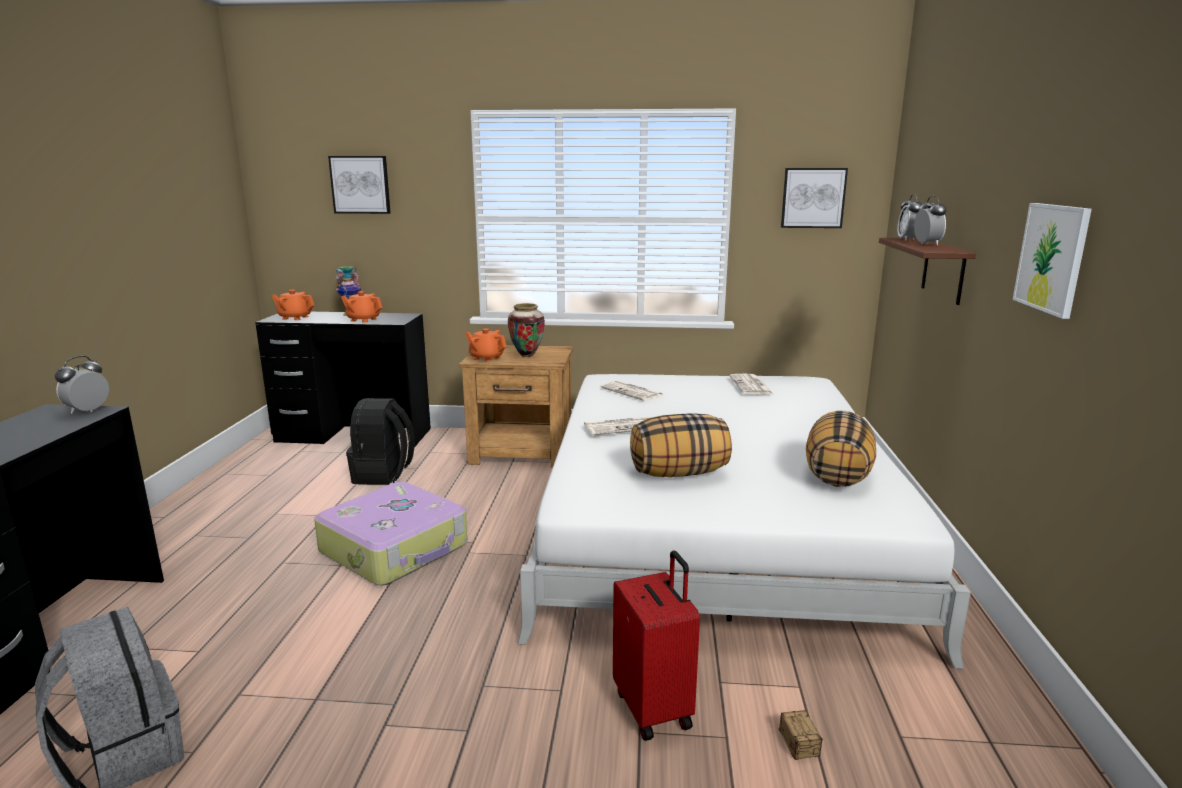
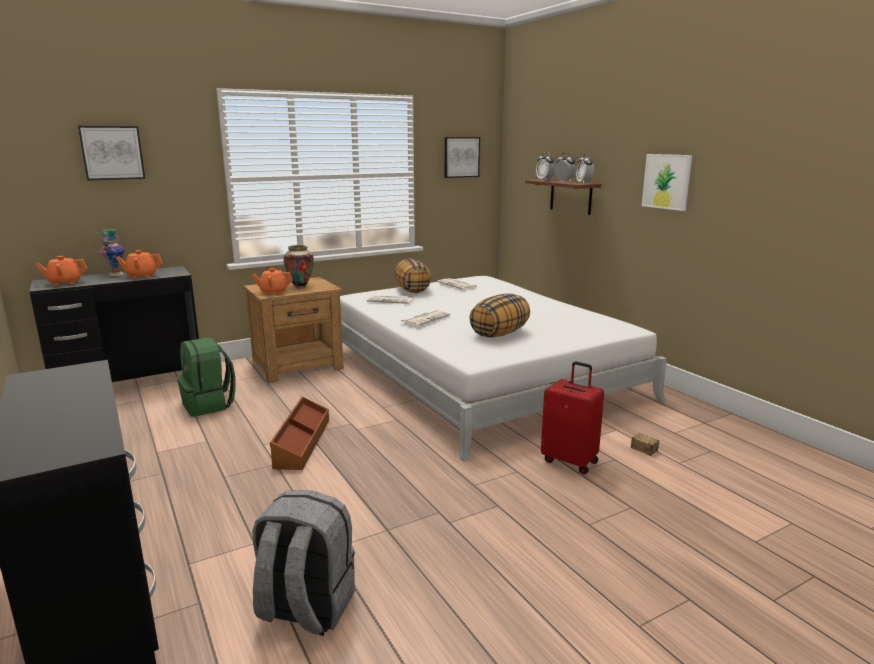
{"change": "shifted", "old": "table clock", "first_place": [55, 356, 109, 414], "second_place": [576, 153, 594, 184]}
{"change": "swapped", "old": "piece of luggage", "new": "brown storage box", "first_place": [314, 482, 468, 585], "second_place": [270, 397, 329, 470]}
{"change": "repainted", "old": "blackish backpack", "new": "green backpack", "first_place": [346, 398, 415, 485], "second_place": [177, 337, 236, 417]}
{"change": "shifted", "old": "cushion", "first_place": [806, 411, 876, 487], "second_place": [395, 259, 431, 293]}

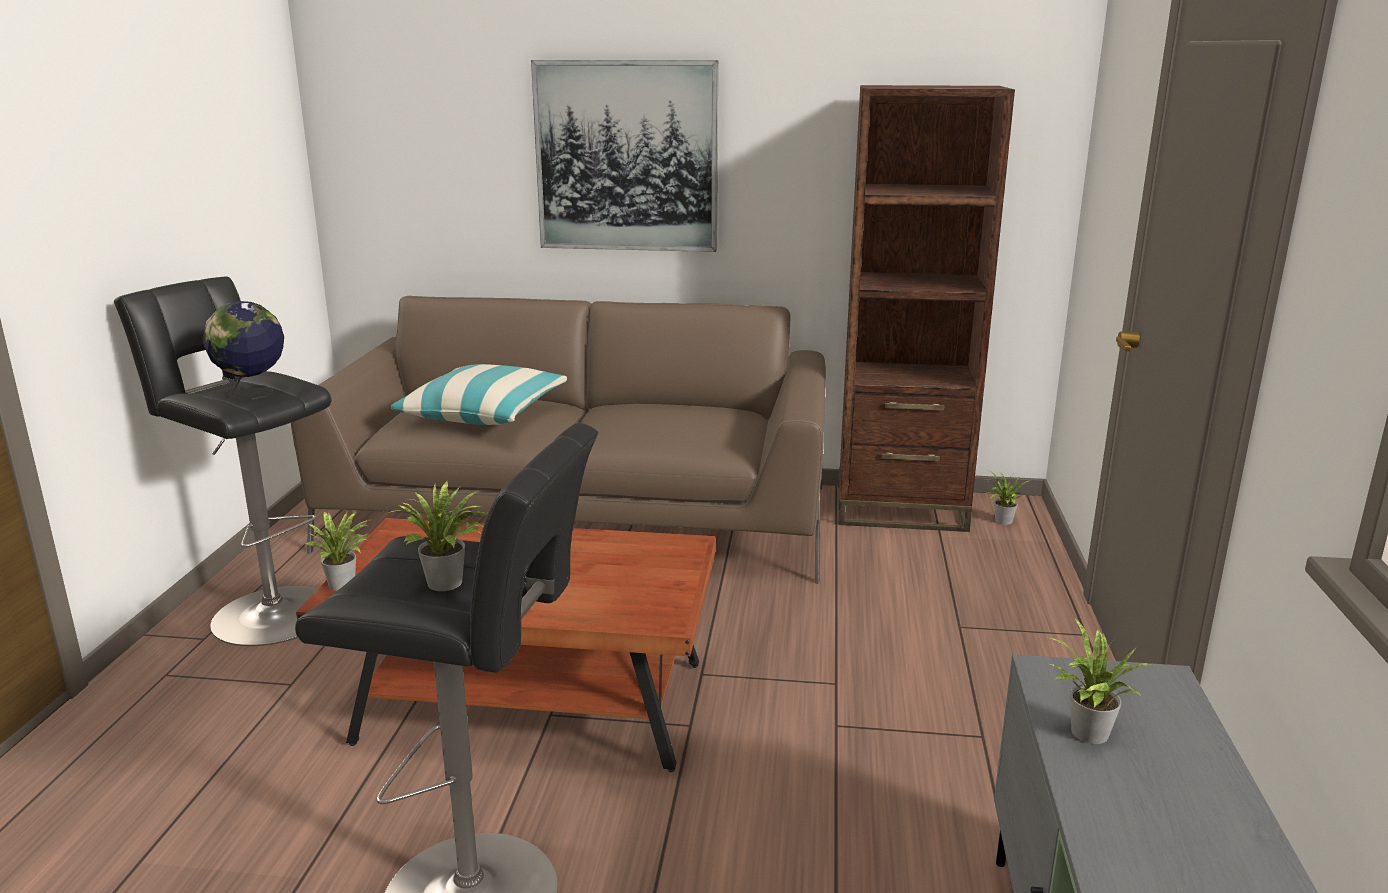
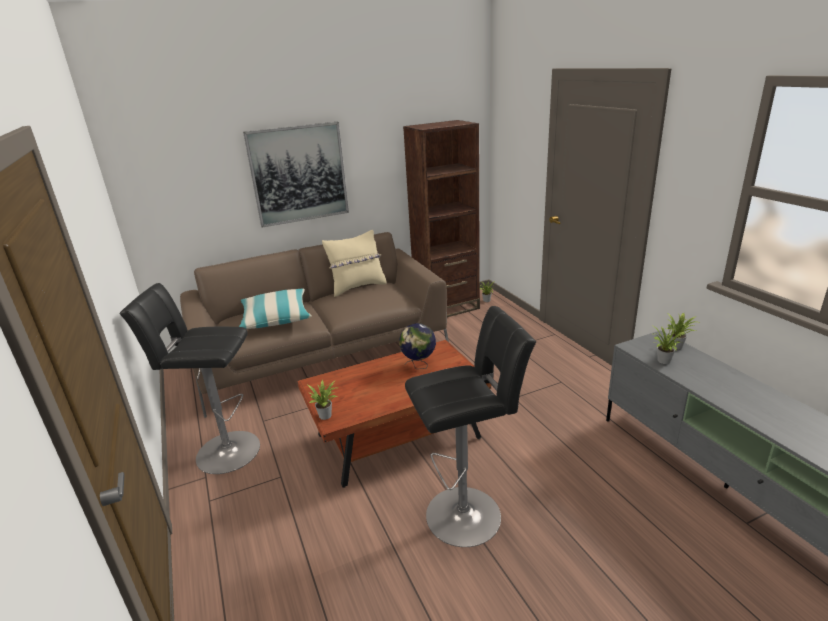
{"change": "shifted", "old": "desk globe", "first_place": [203, 301, 284, 400], "second_place": [399, 323, 436, 369]}
{"change": "shifted", "old": "potted plant", "first_place": [388, 480, 487, 591], "second_place": [666, 312, 701, 350]}
{"change": "new", "new": "beige-coloured cushion", "second_place": [322, 230, 386, 297]}

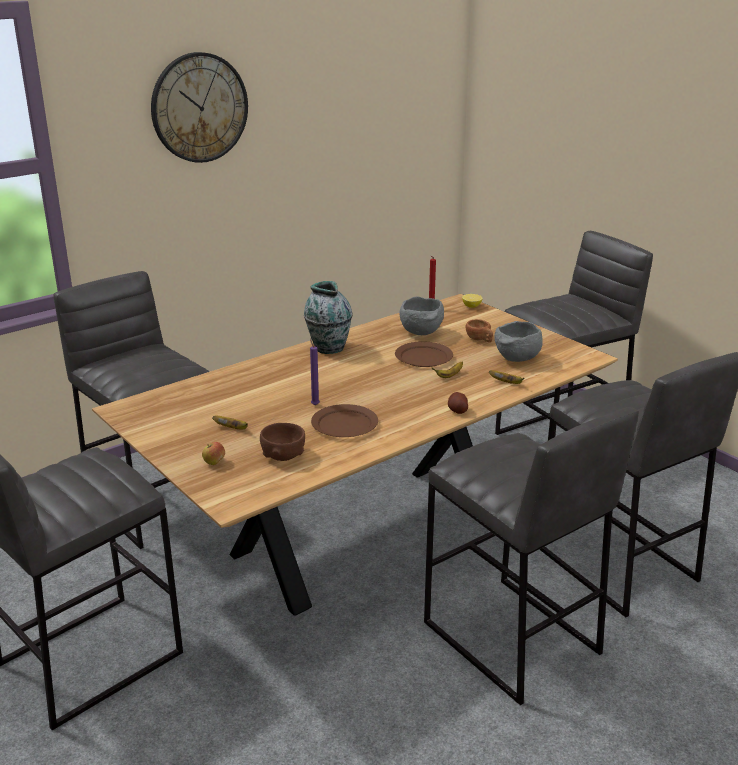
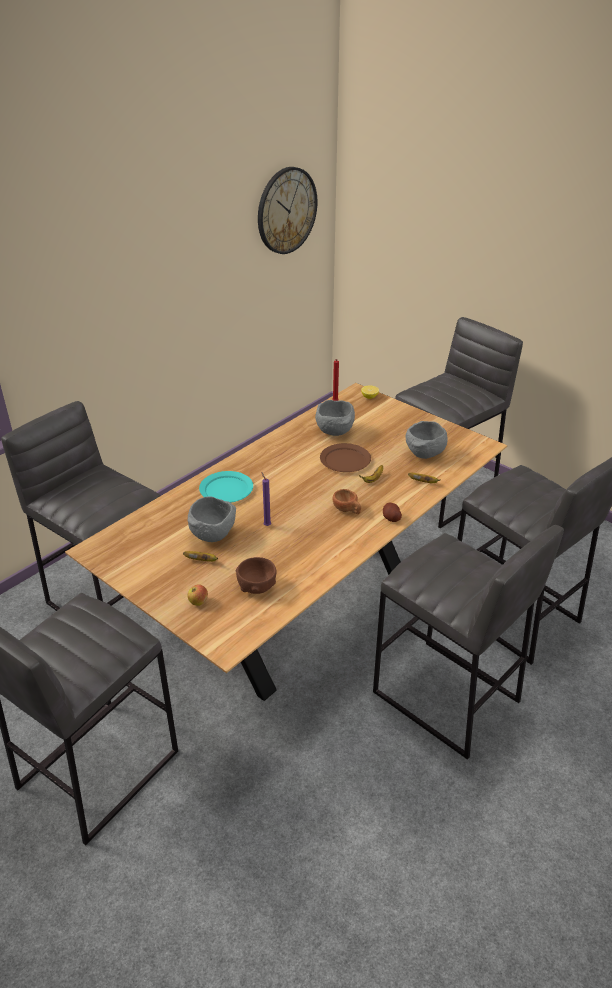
{"change": "shifted", "old": "hanging clock", "first_place": [151, 52, 248, 163], "second_place": [258, 167, 317, 254]}
{"change": "gone", "old": "decorative vase", "first_place": [304, 281, 352, 354]}
{"change": "gone", "old": "brown dinner plate", "first_place": [311, 404, 378, 437]}
{"change": "shifted", "old": "brown drinking cup", "first_place": [466, 319, 493, 342], "second_place": [332, 489, 361, 514]}
{"change": "new", "new": "gray serving bowl", "second_place": [187, 496, 236, 542]}
{"change": "new", "new": "turquoise dinner plate", "second_place": [199, 471, 253, 503]}

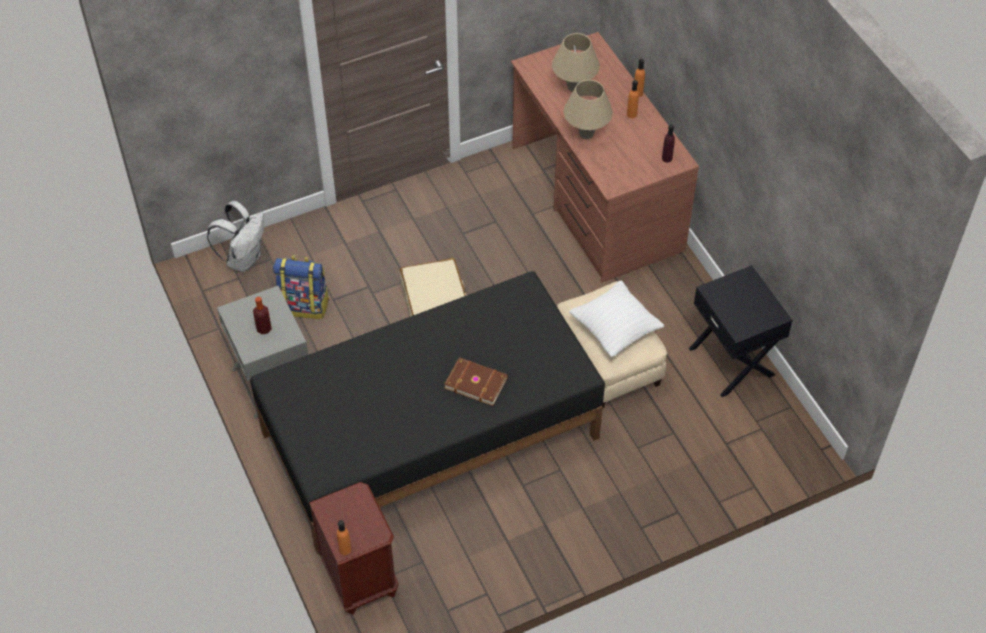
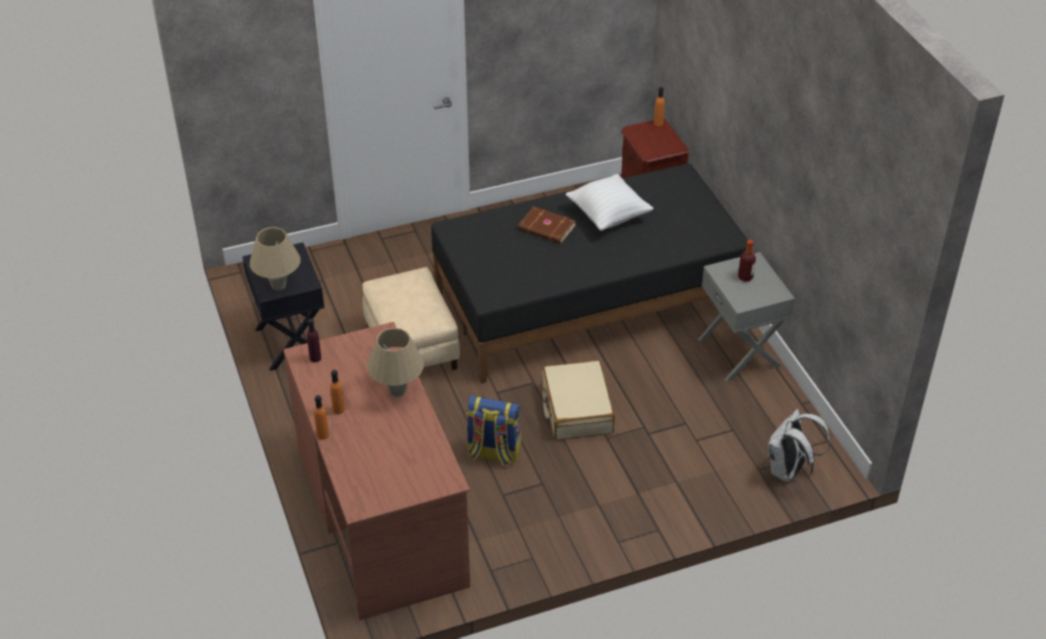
{"change": "shifted", "old": "backpack", "first_place": [273, 255, 329, 319], "second_place": [467, 396, 521, 465]}
{"change": "shifted", "old": "beige-coloured tabletop lamp", "first_place": [552, 33, 600, 92], "second_place": [250, 227, 300, 291]}
{"change": "shifted", "old": "white cushion", "first_place": [569, 281, 664, 357], "second_place": [565, 174, 654, 231]}

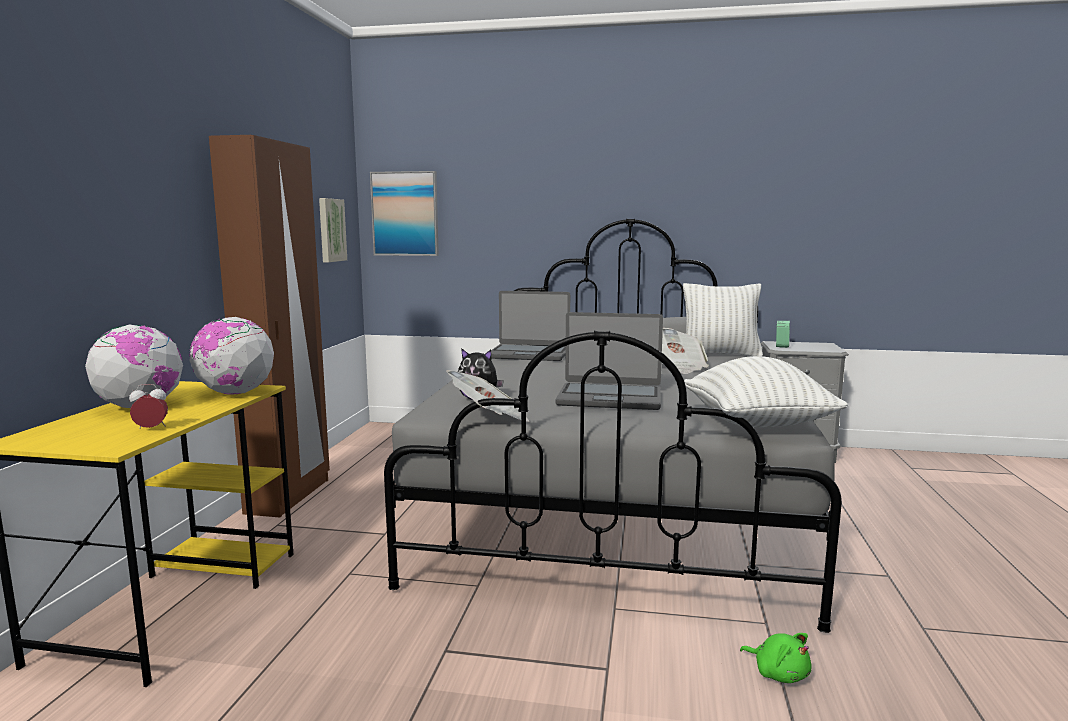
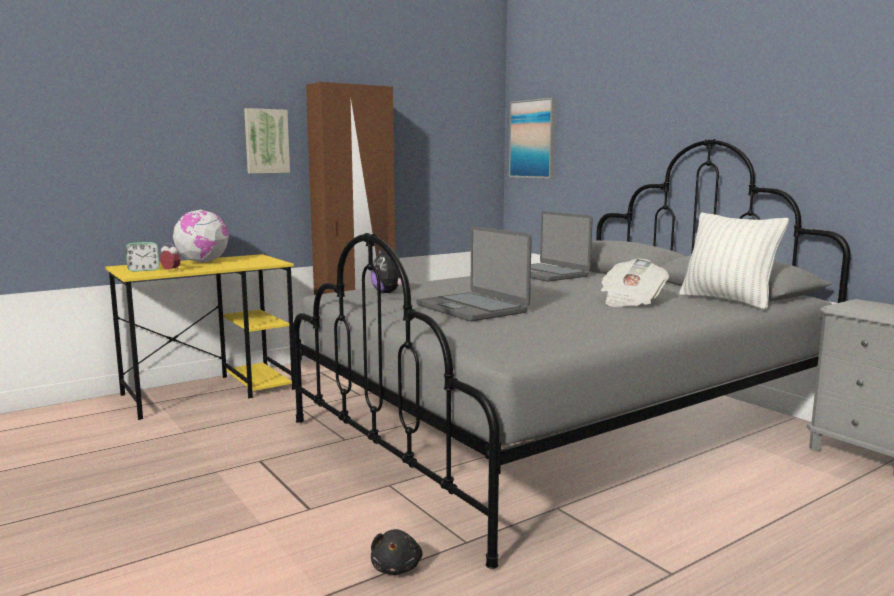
{"change": "gone", "old": "desk globe", "first_place": [190, 317, 274, 395]}
{"change": "shifted", "old": "wall art", "first_place": [319, 198, 347, 262], "second_place": [244, 108, 290, 173]}
{"change": "gone", "old": "printed paper", "first_place": [446, 370, 529, 422]}
{"change": "gone", "old": "white cushion", "first_place": [684, 356, 848, 427]}
{"change": "repainted", "old": "green cuddly toy", "new": "blackish cuddly toy", "first_place": [740, 633, 812, 683], "second_place": [371, 529, 422, 575]}
{"change": "shifted", "old": "table clock", "first_place": [776, 321, 790, 348], "second_place": [125, 242, 160, 272]}

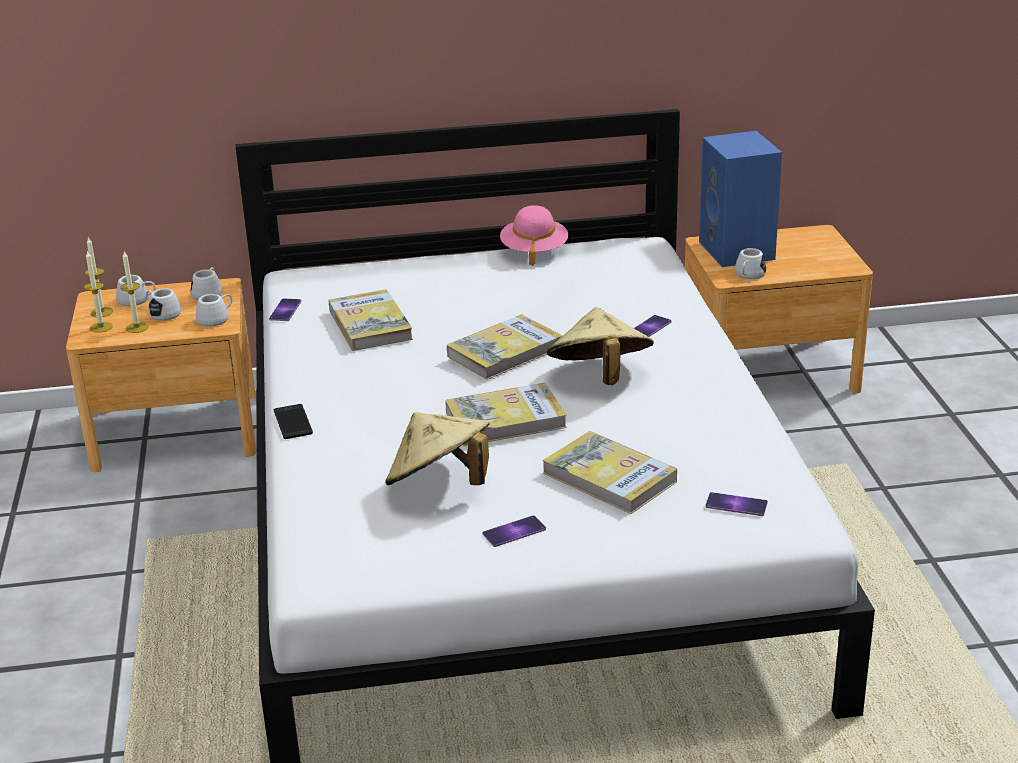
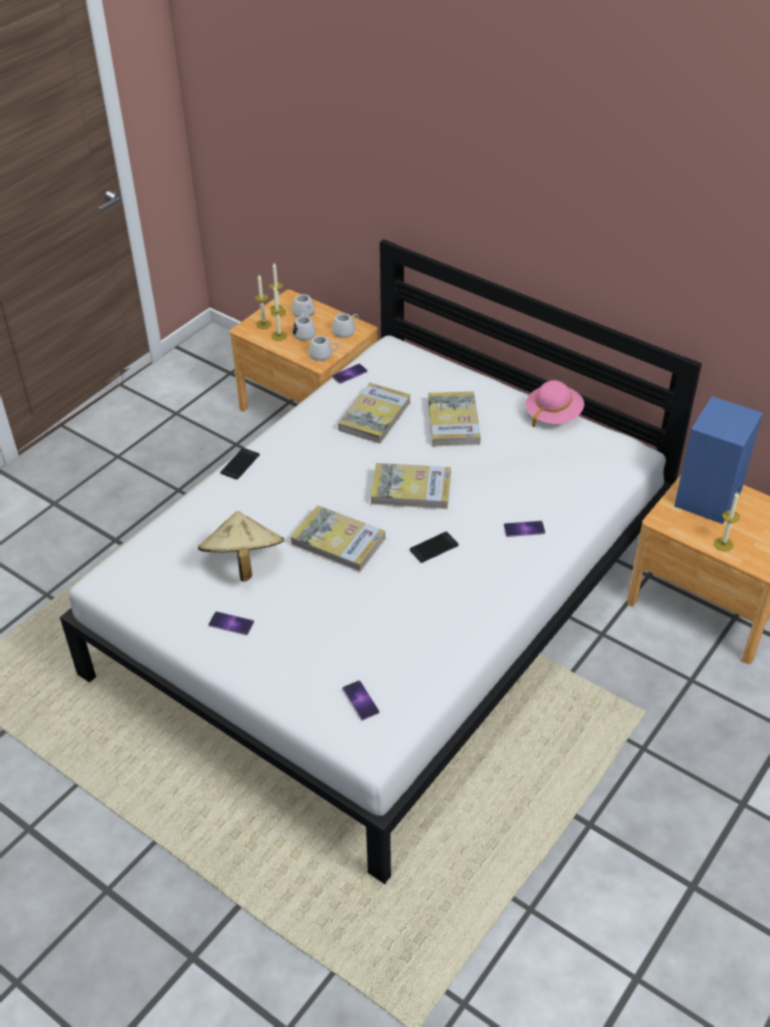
{"change": "shifted", "old": "bound book", "first_place": [543, 431, 677, 514], "second_place": [428, 391, 481, 446]}
{"change": "swapped", "old": "beige-coloured clothing hat", "new": "phone", "first_place": [547, 307, 654, 385], "second_place": [410, 531, 459, 563]}
{"change": "gone", "old": "white coffee mug", "first_place": [735, 248, 766, 279]}
{"change": "new", "new": "wax light", "second_place": [714, 492, 740, 552]}

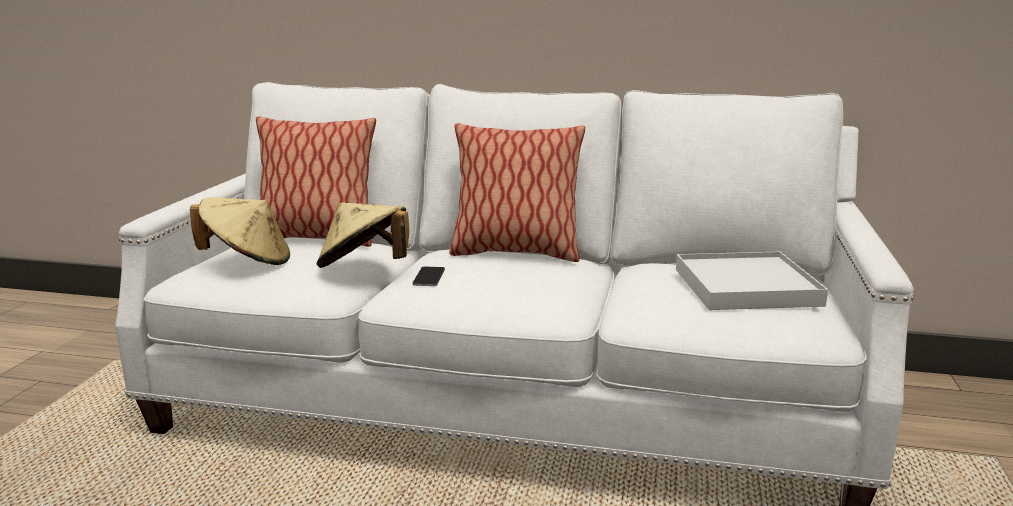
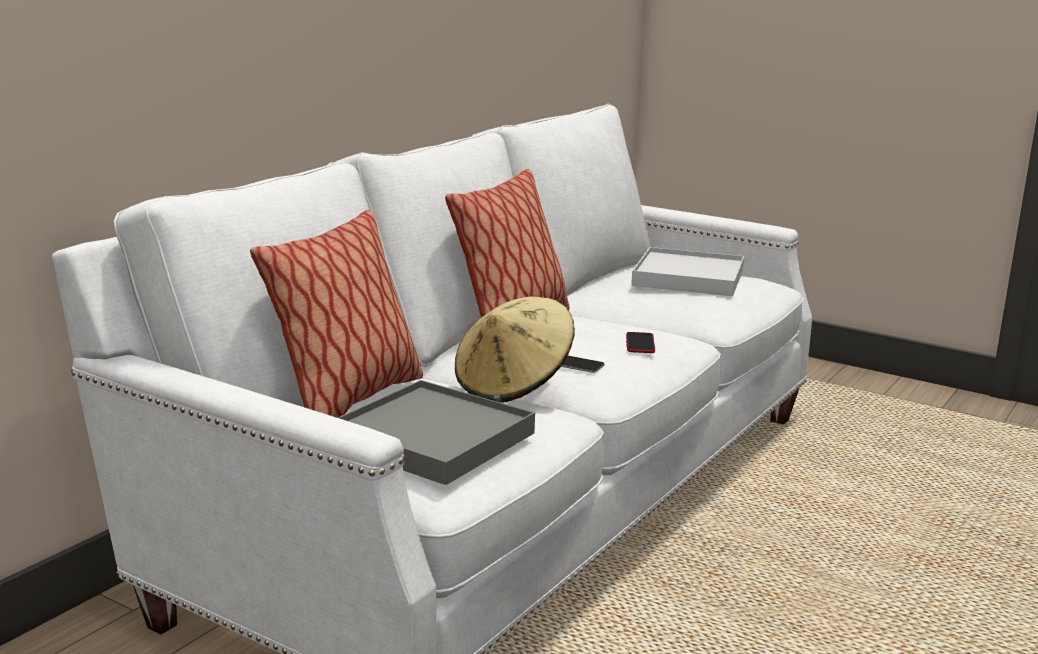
{"change": "swapped", "old": "beige-coloured clothing hat", "new": "gray serving tray", "first_place": [190, 197, 290, 265], "second_place": [338, 380, 535, 485]}
{"change": "new", "new": "phone", "second_place": [626, 332, 655, 353]}

